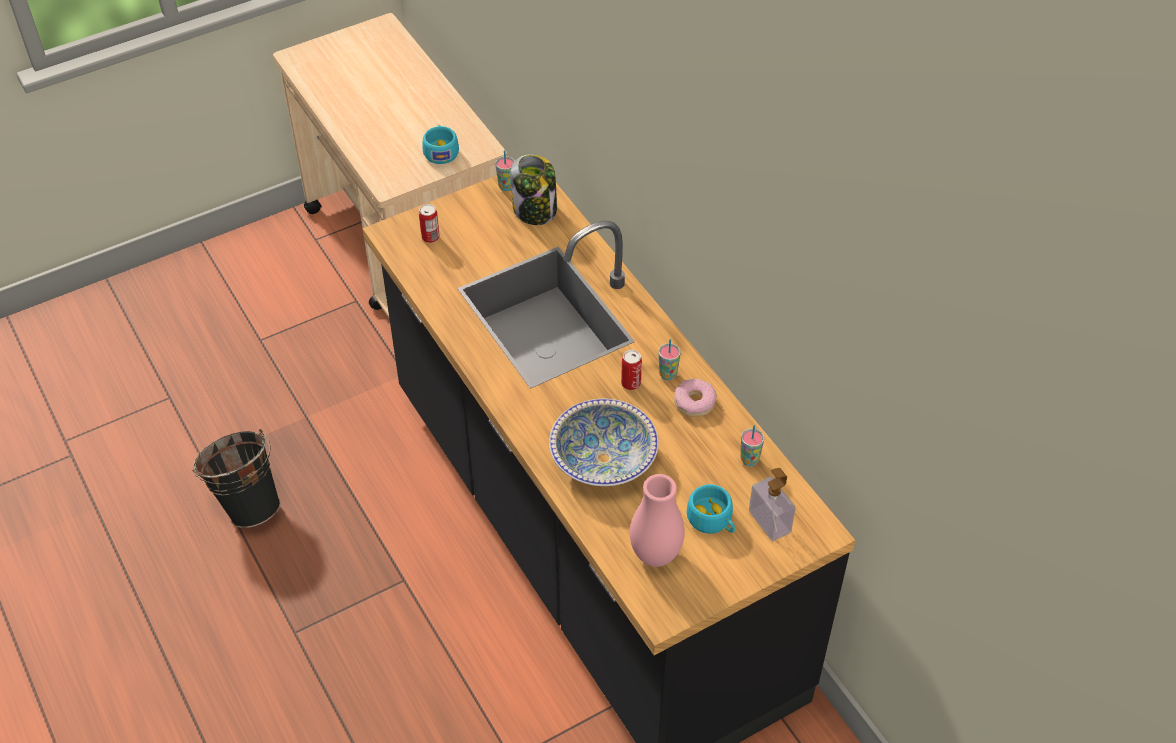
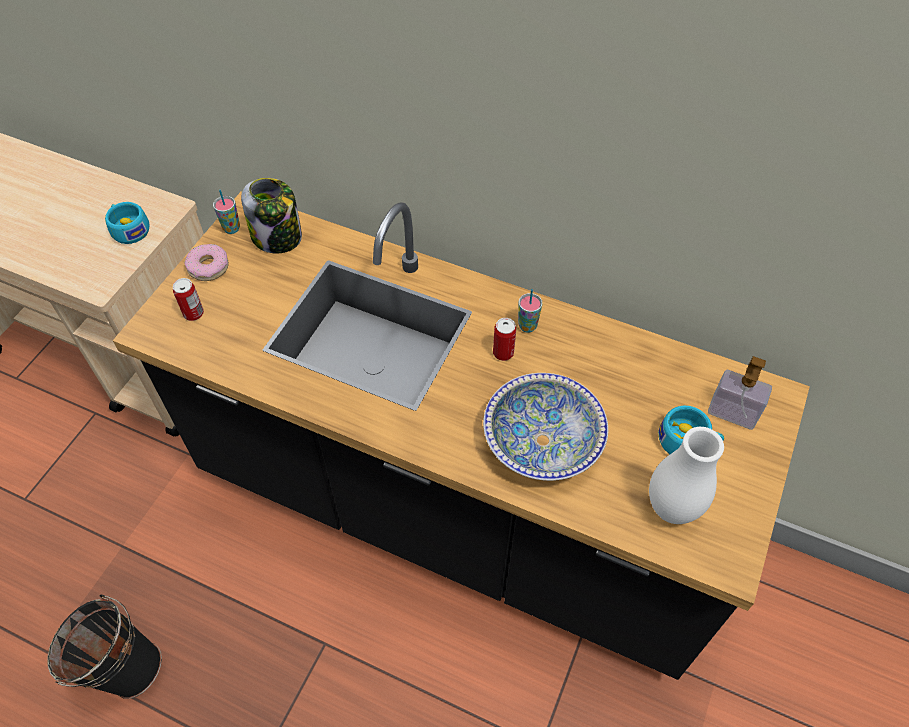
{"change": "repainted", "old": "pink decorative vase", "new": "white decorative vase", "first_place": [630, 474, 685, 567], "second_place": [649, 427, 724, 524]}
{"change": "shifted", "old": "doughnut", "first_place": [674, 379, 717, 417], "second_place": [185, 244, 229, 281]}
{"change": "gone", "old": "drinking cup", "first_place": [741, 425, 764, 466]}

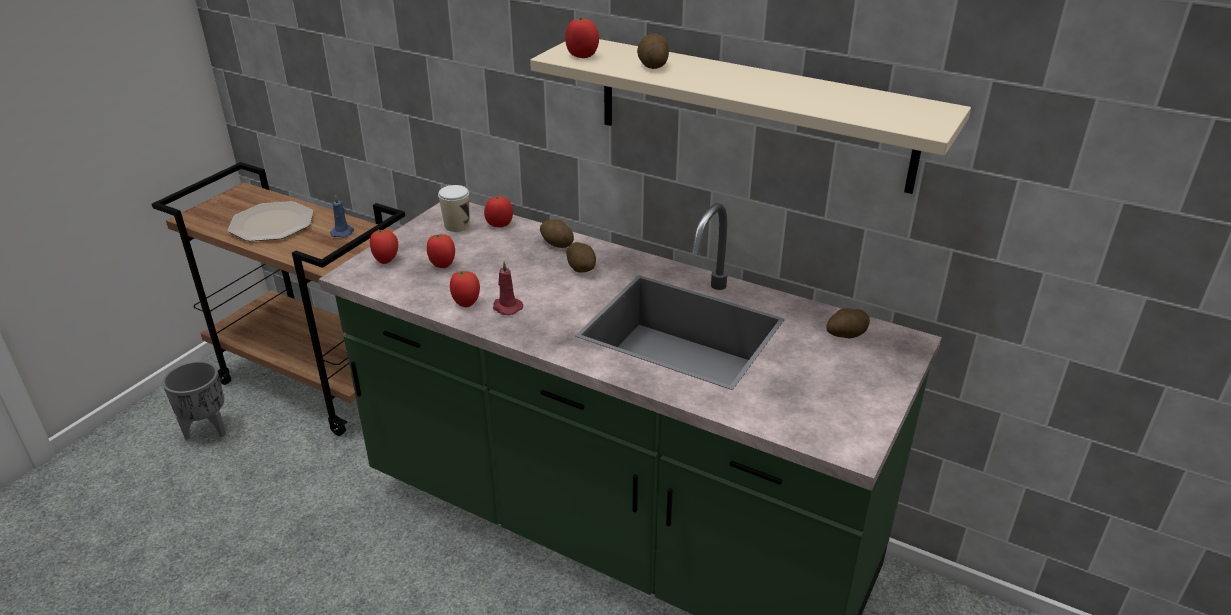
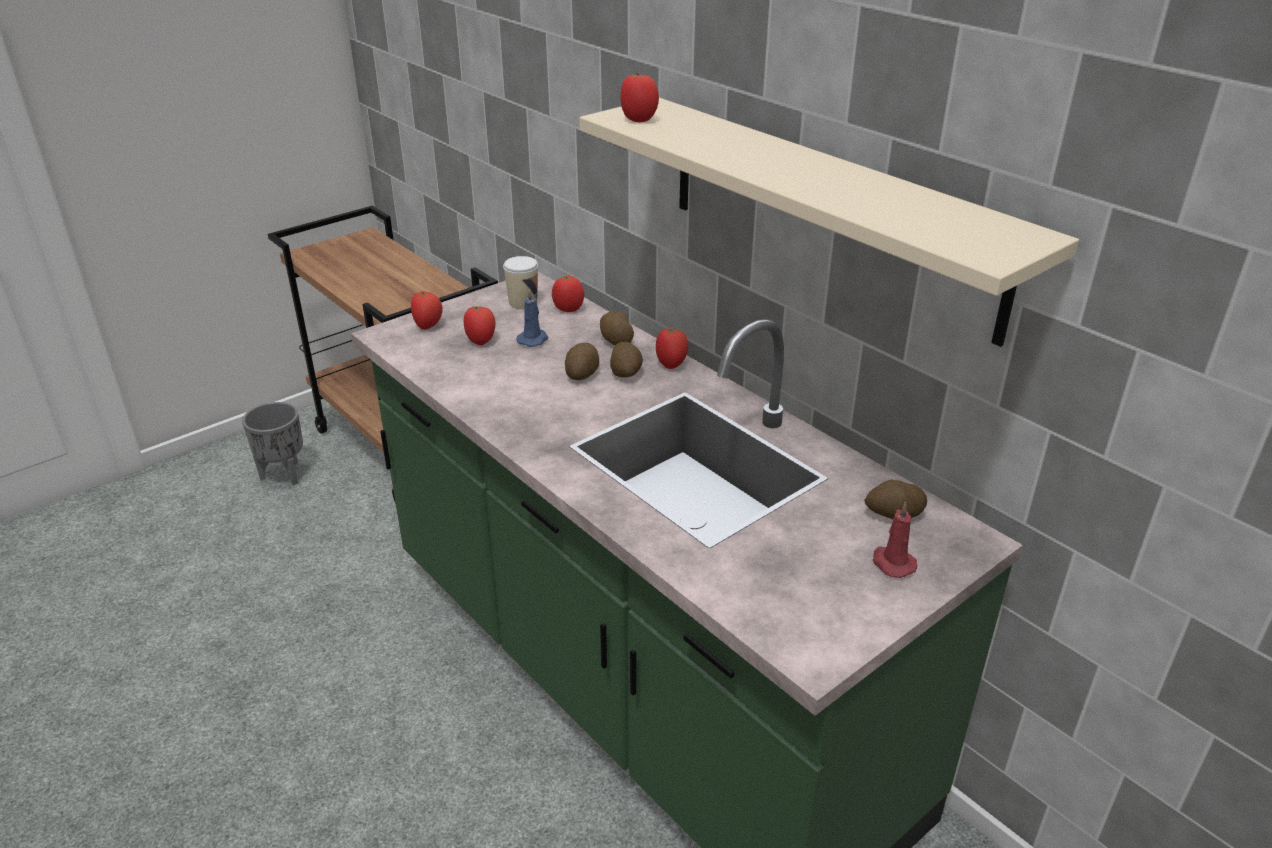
{"change": "gone", "old": "dinner plate", "first_place": [228, 201, 314, 241]}
{"change": "shifted", "old": "blue-coloured wax light", "first_place": [330, 194, 354, 238], "second_place": [516, 288, 548, 347]}
{"change": "shifted", "old": "whole tomato", "first_place": [450, 271, 480, 307], "second_place": [656, 328, 688, 369]}
{"change": "shifted", "old": "reddish wax light", "first_place": [493, 261, 523, 315], "second_place": [873, 501, 918, 578]}
{"change": "shifted", "old": "potato", "first_place": [637, 34, 669, 69], "second_place": [565, 343, 599, 380]}

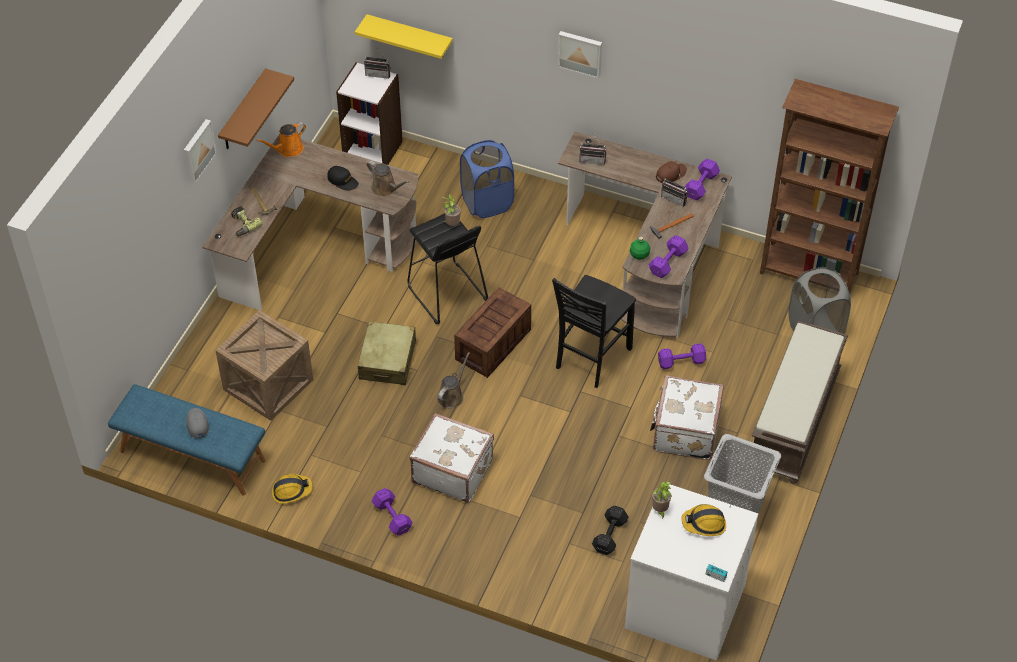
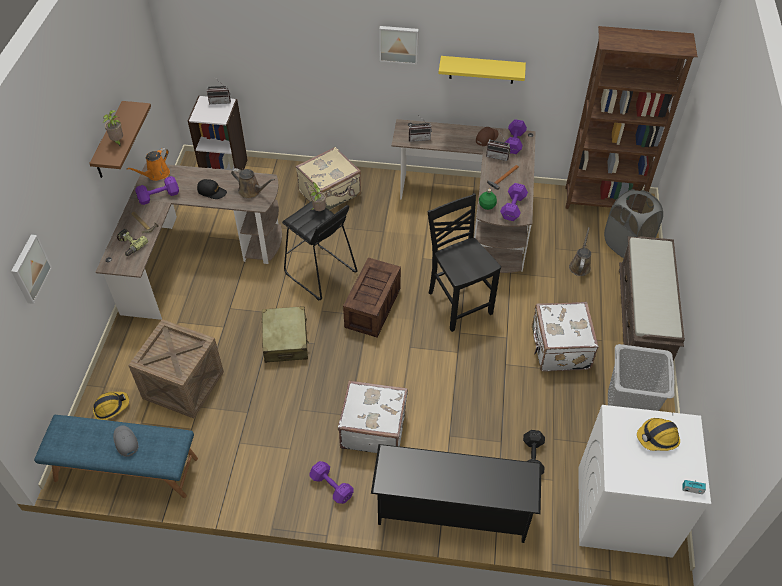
{"change": "shifted", "old": "wall art", "first_place": [184, 119, 217, 184], "second_place": [11, 234, 52, 304]}
{"change": "shifted", "old": "hard hat", "first_place": [272, 474, 313, 504], "second_place": [93, 392, 129, 420]}
{"change": "shifted", "old": "yellowish shelf", "first_place": [355, 14, 453, 59], "second_place": [438, 56, 526, 84]}
{"change": "shifted", "old": "brown watering can", "first_place": [437, 352, 470, 409], "second_place": [569, 227, 591, 276]}
{"change": "swapped", "old": "blue-coloured washing basket", "new": "beige-coloured piece of luggage", "first_place": [460, 140, 514, 218], "second_place": [296, 147, 361, 210]}
{"change": "rotated", "old": "blackish upright chair", "first_place": [552, 275, 636, 388], "second_place": [427, 193, 501, 332], "degrees": 135}
{"change": "shifted", "old": "potted plant", "first_place": [652, 481, 672, 519], "second_place": [103, 110, 123, 146]}
{"change": "shifted", "old": "purple-coloured dumbbell", "first_place": [658, 343, 706, 369], "second_place": [135, 176, 179, 205]}
{"change": "new", "new": "blackish shoe stand", "second_place": [371, 444, 542, 543]}

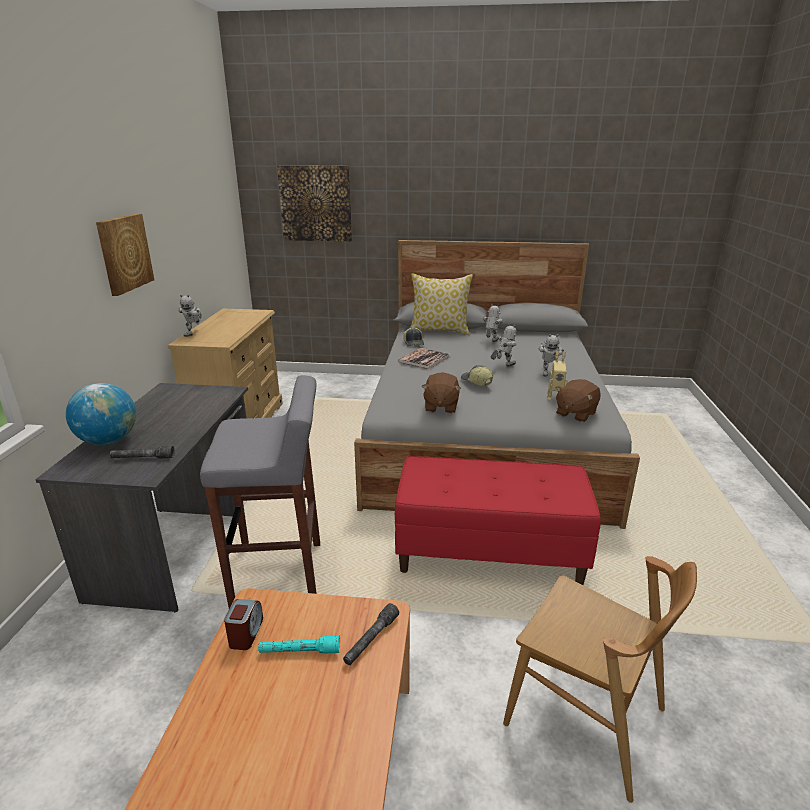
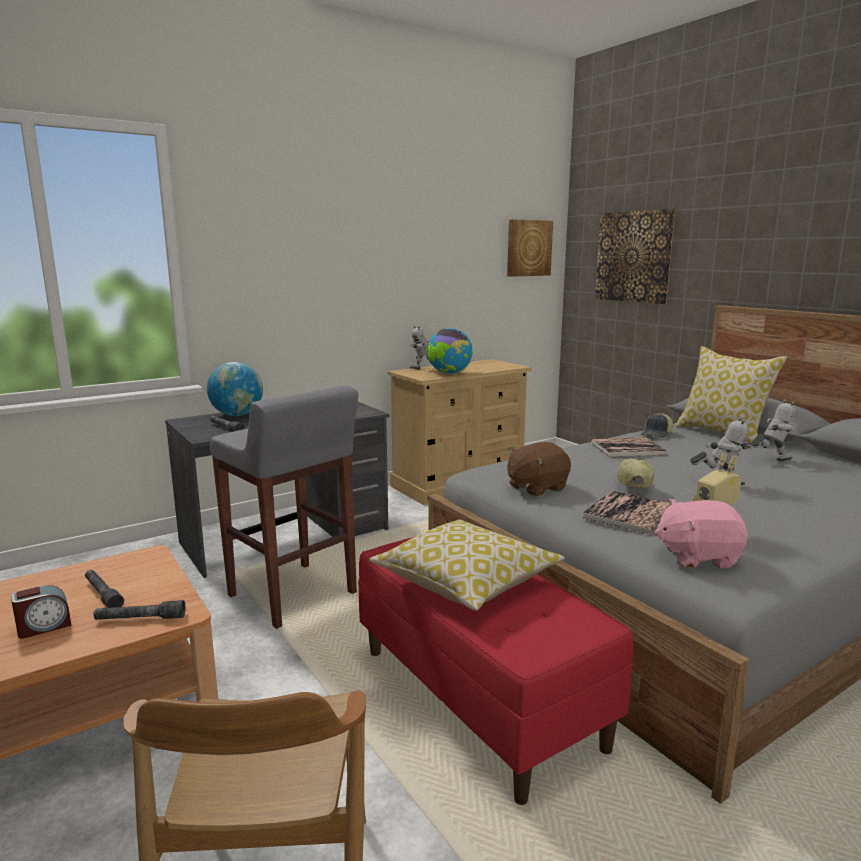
{"change": "shifted", "old": "wall art", "first_place": [96, 213, 154, 296], "second_place": [507, 220, 553, 277]}
{"change": "shifted", "old": "table clock", "first_place": [224, 599, 263, 650], "second_place": [11, 585, 72, 639]}
{"change": "repainted", "old": "turquoise torch", "new": "gray torch", "first_place": [258, 636, 340, 654], "second_place": [85, 570, 124, 608]}
{"change": "gone", "old": "robot figure", "first_place": [538, 334, 564, 377]}
{"change": "repainted", "old": "brown cuddly toy", "new": "pink cuddly toy", "first_place": [556, 379, 600, 422], "second_place": [654, 499, 748, 568]}
{"change": "new", "new": "cushion", "second_place": [369, 519, 565, 611]}
{"change": "new", "new": "desk globe", "second_place": [427, 328, 473, 374]}
{"change": "new", "new": "bound book", "second_place": [582, 491, 670, 534]}

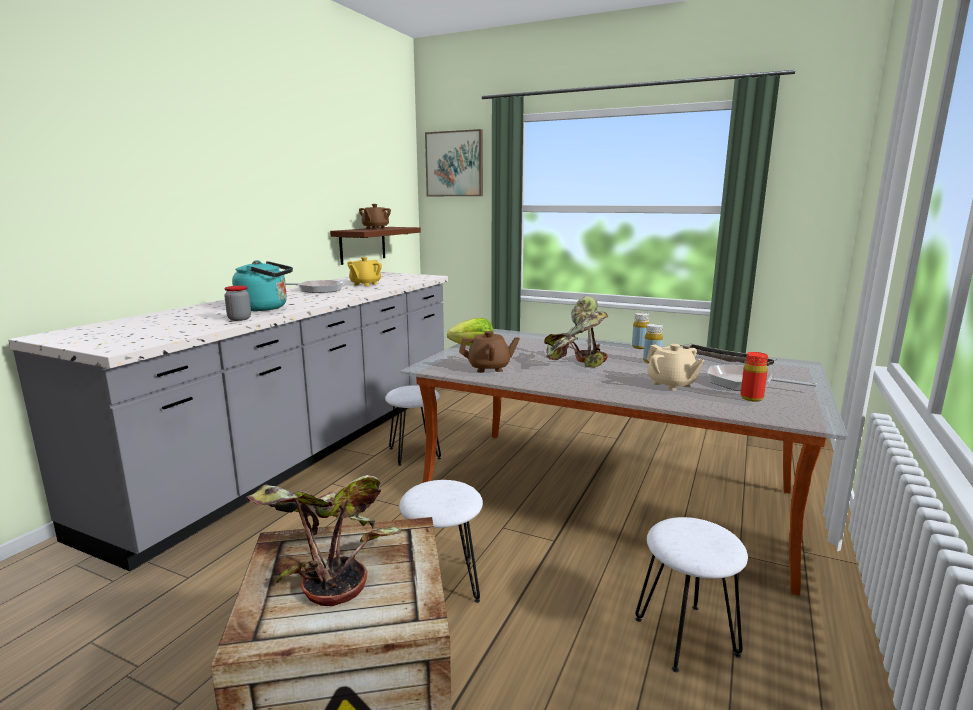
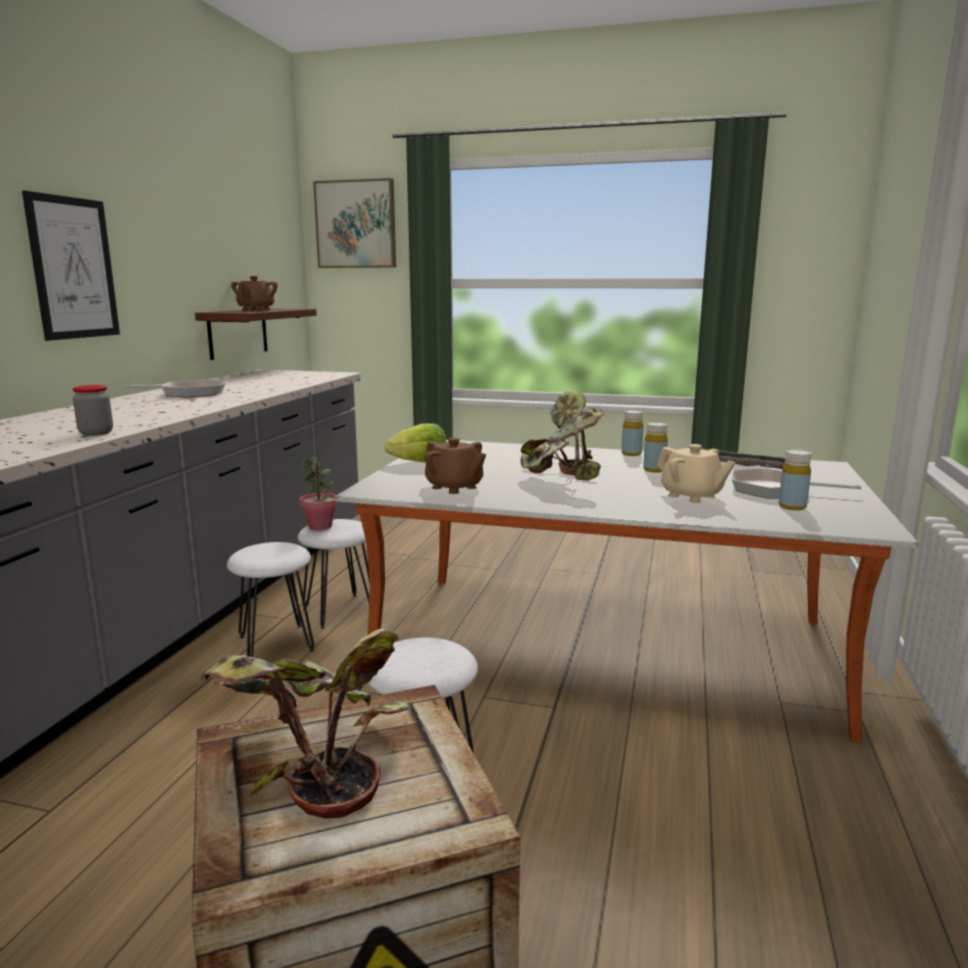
{"change": "gone", "old": "turquoise tea kettle", "first_place": [232, 260, 293, 311]}
{"change": "gone", "old": "yellowish tea pot", "first_place": [347, 257, 382, 286]}
{"change": "rotated", "old": "brown tea pot", "first_place": [459, 331, 520, 373], "second_place": [425, 438, 486, 494], "degrees": 60}
{"change": "shifted", "old": "white stool", "first_place": [635, 517, 748, 672], "second_place": [227, 542, 315, 657]}
{"change": "repainted", "old": "reddish beverage bottle", "new": "yellowish beverage bottle", "first_place": [740, 352, 768, 402], "second_place": [779, 449, 811, 510]}
{"change": "new", "new": "wall art", "second_place": [22, 191, 120, 341]}
{"change": "new", "new": "potted plant", "second_place": [299, 457, 338, 530]}

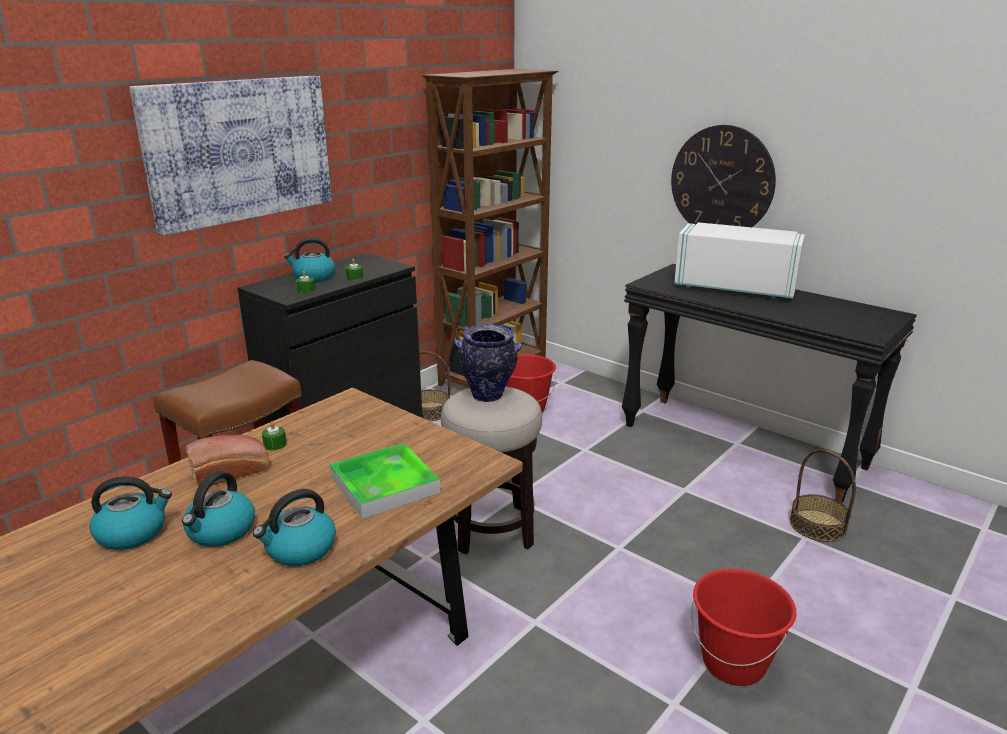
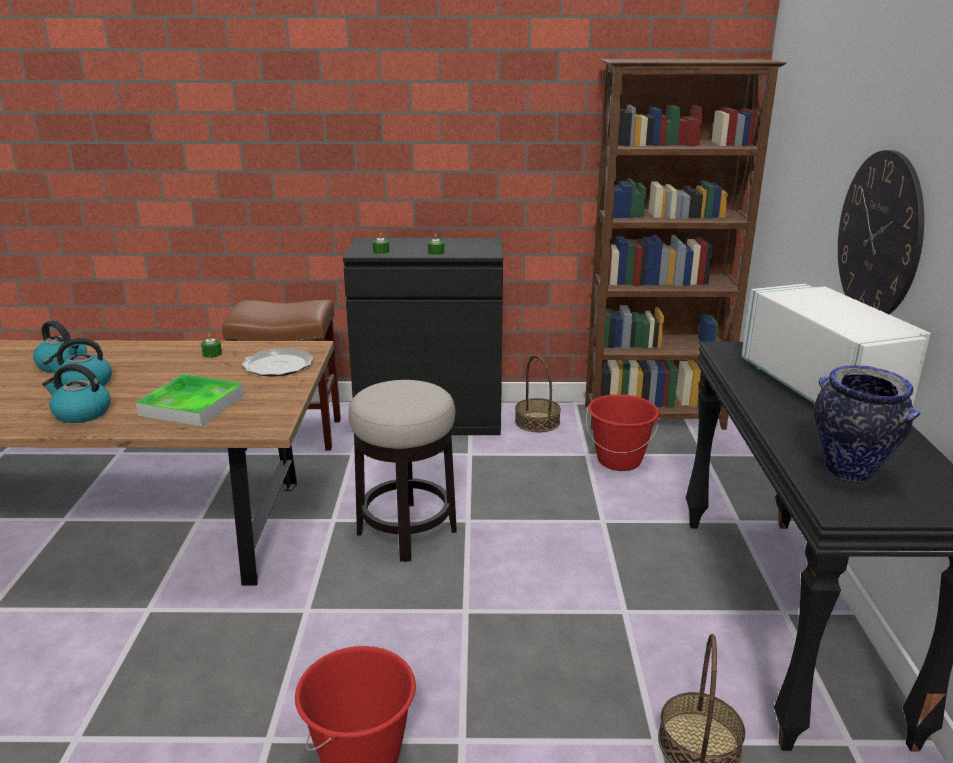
{"change": "gone", "old": "wall art", "first_place": [129, 76, 332, 236]}
{"change": "gone", "old": "bakery bread", "first_place": [185, 435, 270, 487]}
{"change": "gone", "old": "tea kettle", "first_place": [284, 238, 335, 282]}
{"change": "shifted", "old": "decorative vase", "first_place": [455, 324, 522, 402], "second_place": [814, 365, 921, 482]}
{"change": "new", "new": "dinner plate", "second_place": [242, 348, 313, 377]}

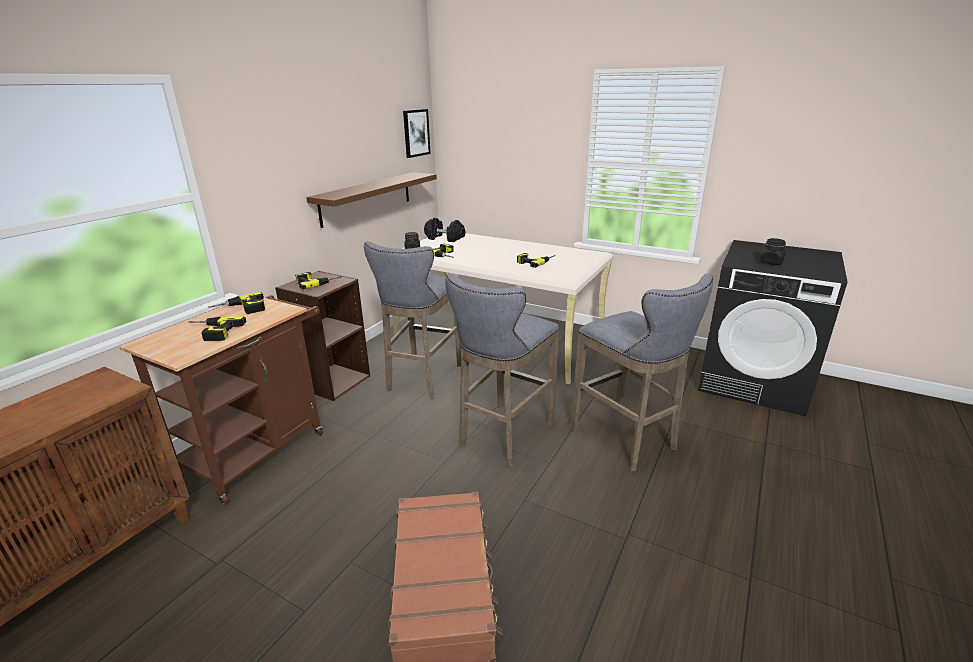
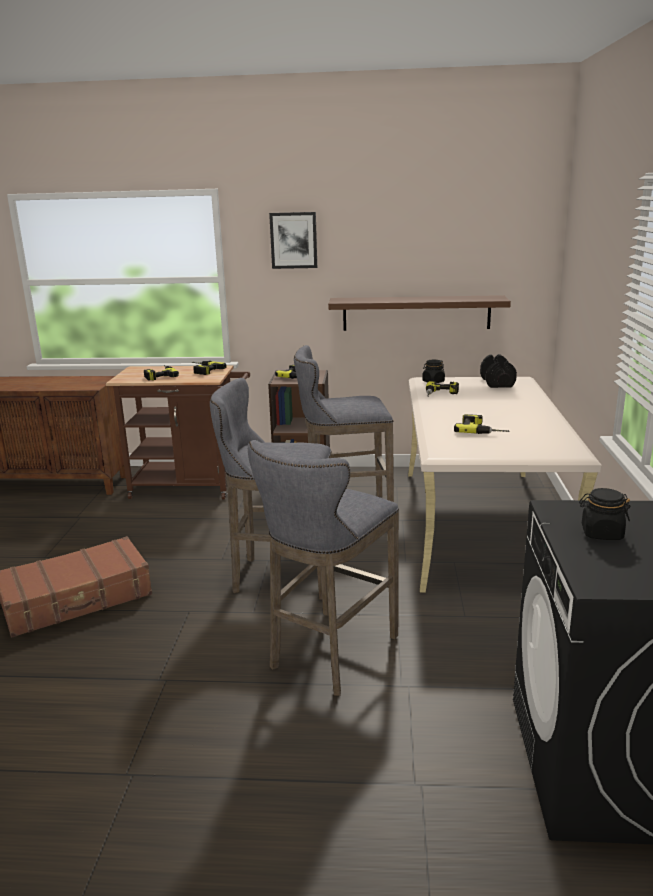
{"change": "shifted", "old": "wall art", "first_place": [403, 109, 431, 158], "second_place": [269, 212, 317, 269]}

